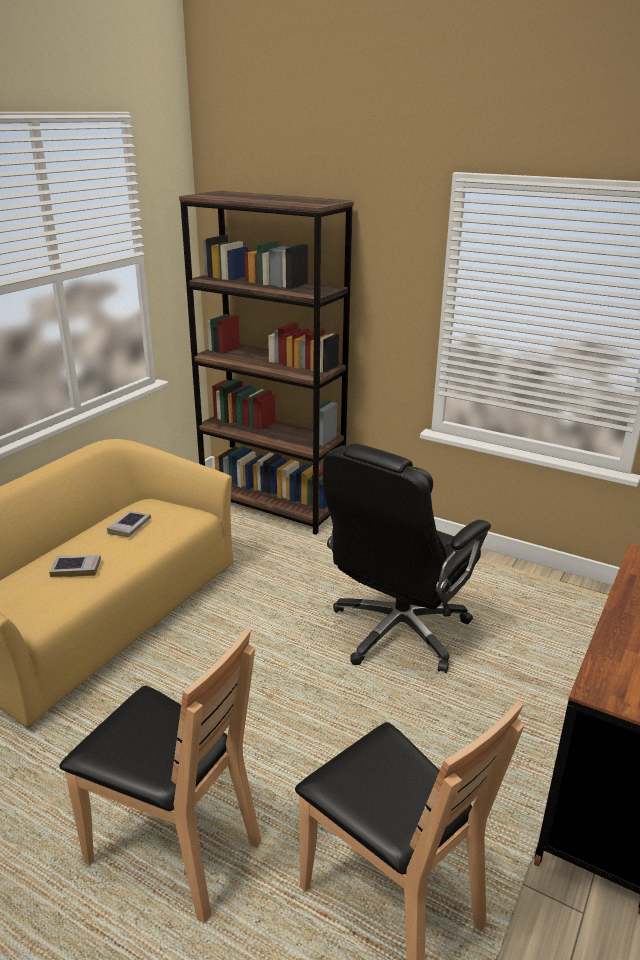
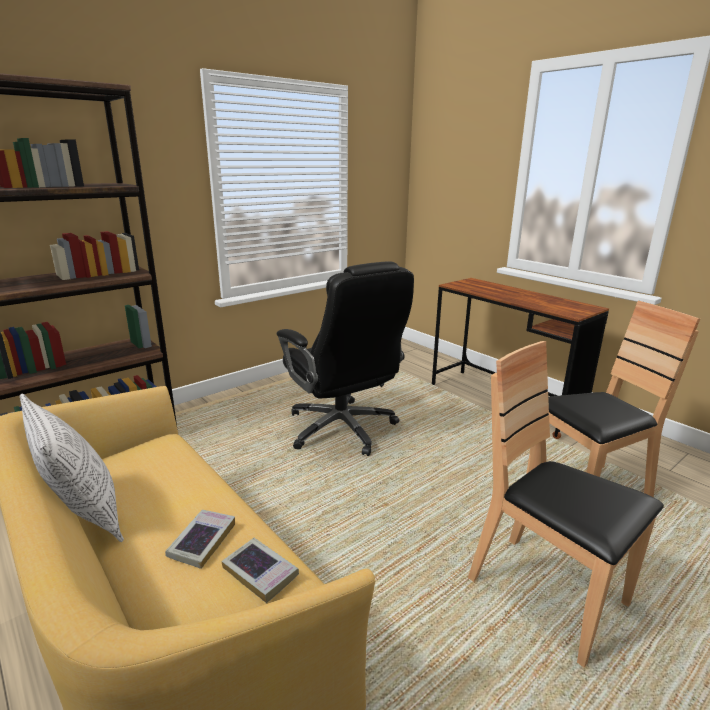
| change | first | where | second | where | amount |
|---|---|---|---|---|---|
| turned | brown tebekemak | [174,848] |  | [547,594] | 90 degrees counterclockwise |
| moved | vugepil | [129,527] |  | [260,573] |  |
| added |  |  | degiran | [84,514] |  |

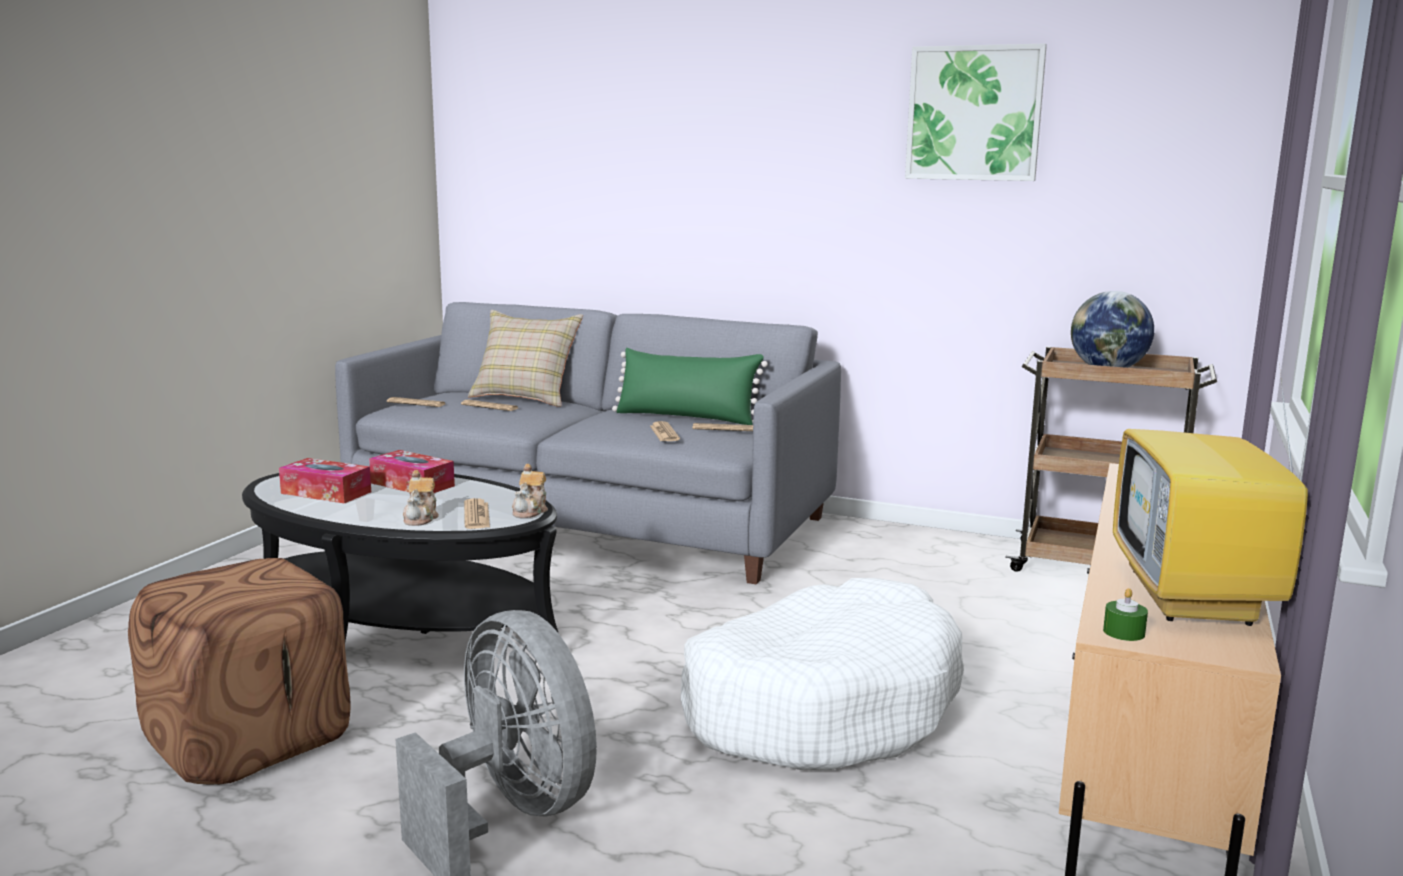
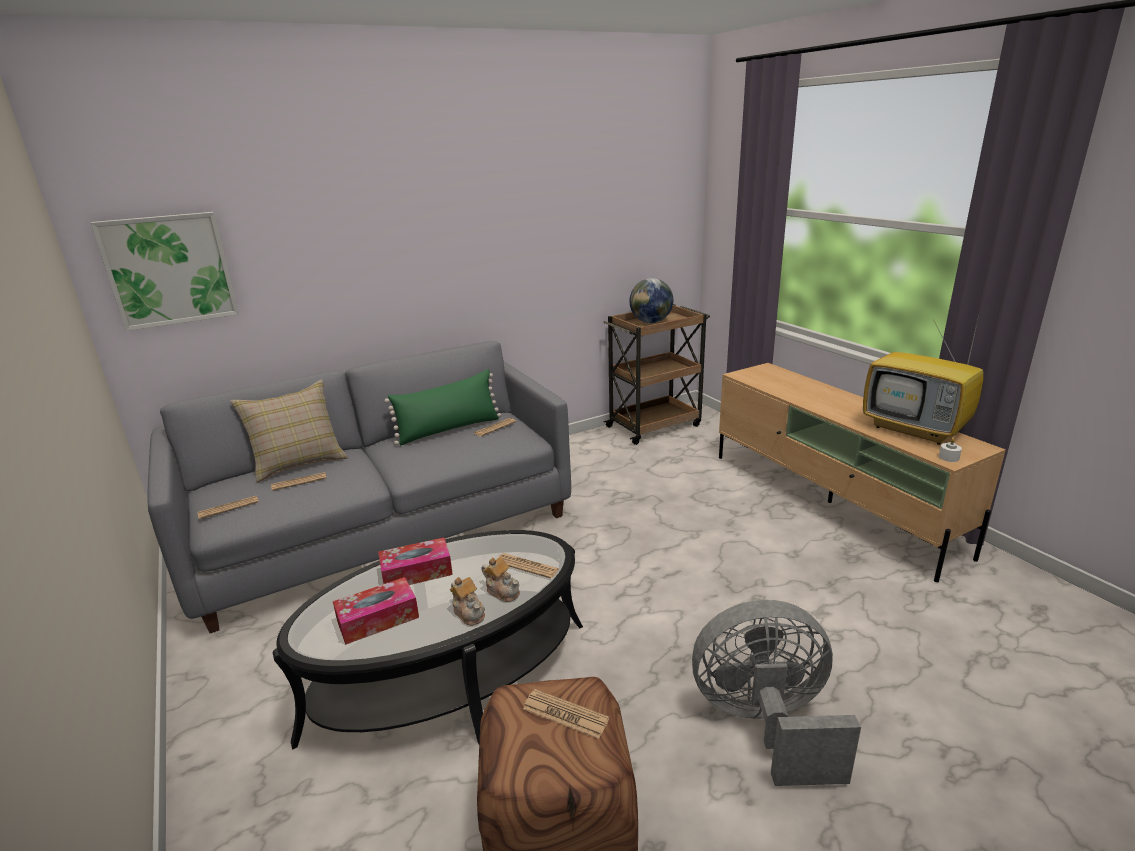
| change | first | where | second | where | amount |
|---|---|---|---|---|---|
| moved | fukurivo | [531,511] |  | [469,612] |  |
| moved | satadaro | [664,433] |  | [565,714] |  |
| removed | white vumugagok | [821,706] |  |  |  |
| moved | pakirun | [974,113] |  | [169,270] |  |
| recoloured | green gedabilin | [1123,632] | white gedabilin | [948,457] |  |

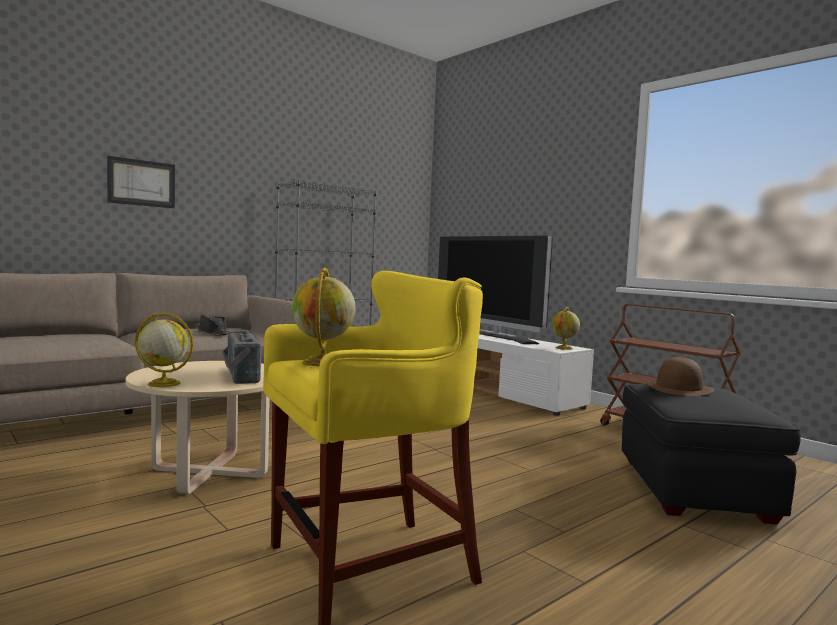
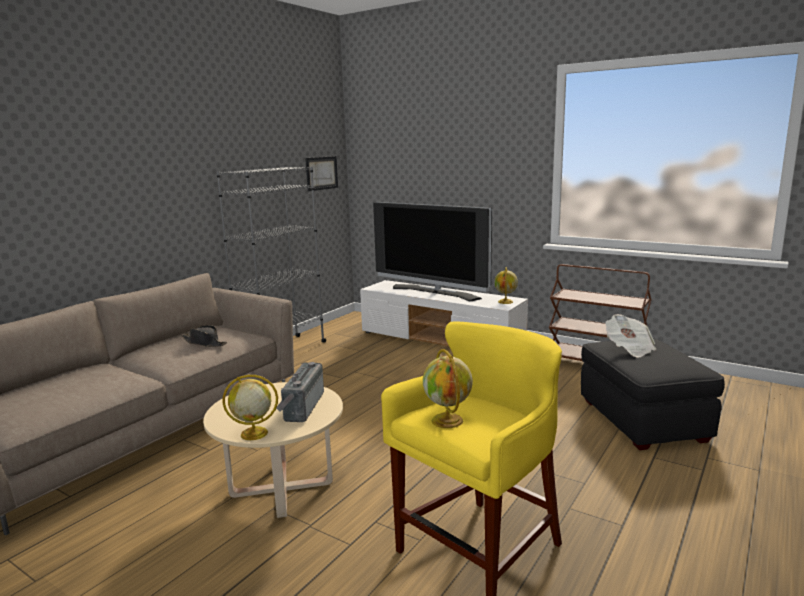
| change | first | where | second | where | amount |
|---|---|---|---|---|---|
| moved | pakirun | [141,183] |  | [321,173] |  |
| turned | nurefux | [238,375] |  | [301,406] | 45 degrees clockwise |
| replaced | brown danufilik | [679,388] | satadaro | [629,348] |  |

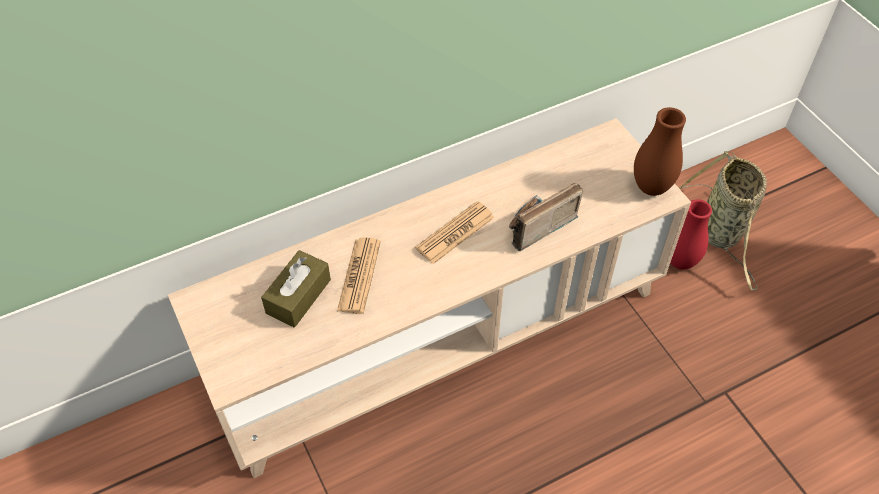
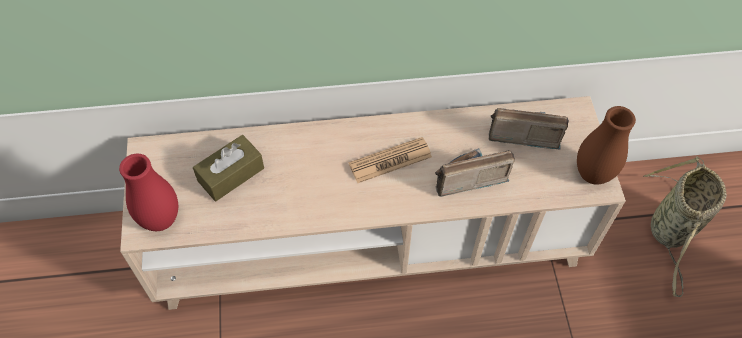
| change | first | where | second | where | amount |
|---|---|---|---|---|---|
| removed | satadaro | [359,276] |  |  |  |
| moved | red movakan | [680,262] |  | [160,220] |  |
| added |  |  | nurefux | [521,133] |  |

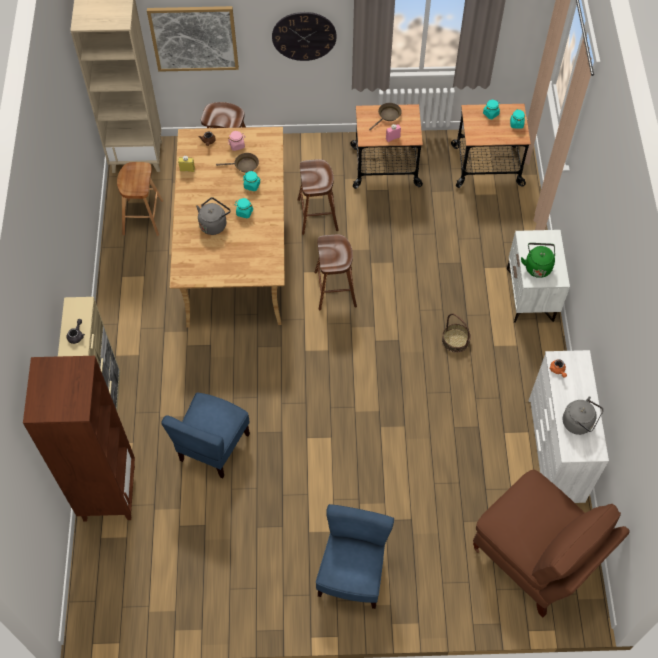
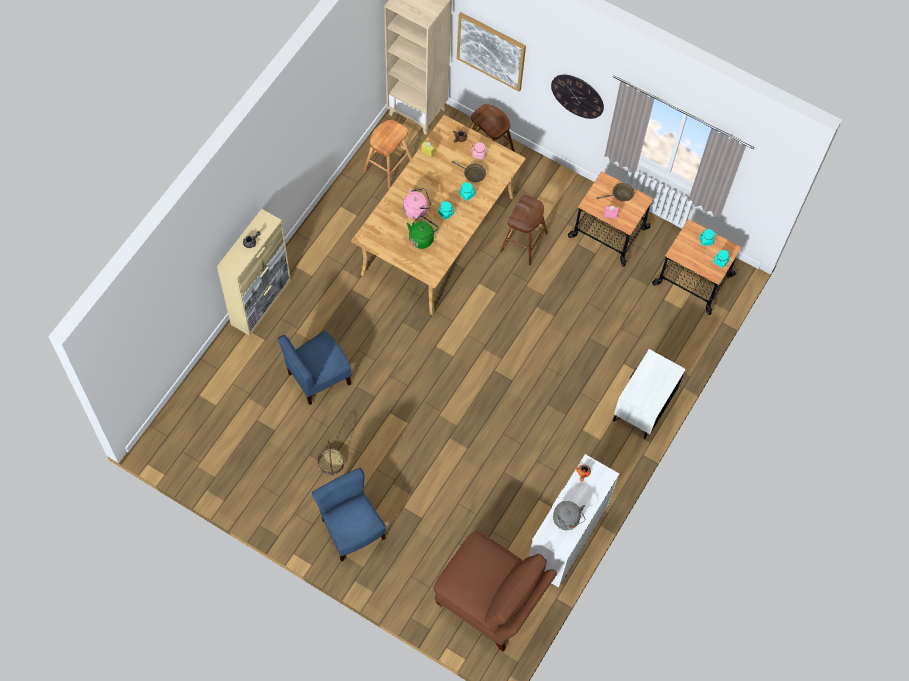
| change | first | where | second | where | amount |
|---|---|---|---|---|---|
| removed | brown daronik | [108,493] |  |  |  |
| recoloured | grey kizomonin | [214,224] | pink kizomonin | [417,209] |  |
| removed | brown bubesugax | [335,289] |  |  |  |
| turned | blue tebekemak | [352,574] |  | [351,530] | 75 degrees counterclockwise |
| moved | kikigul | [455,340] |  | [331,463] |  |
| turned | brown tebekemak | [535,558] |  | [490,602] | 45 degrees counterclockwise |
| moved | green kizomonin | [537,266] |  | [422,238] |  |

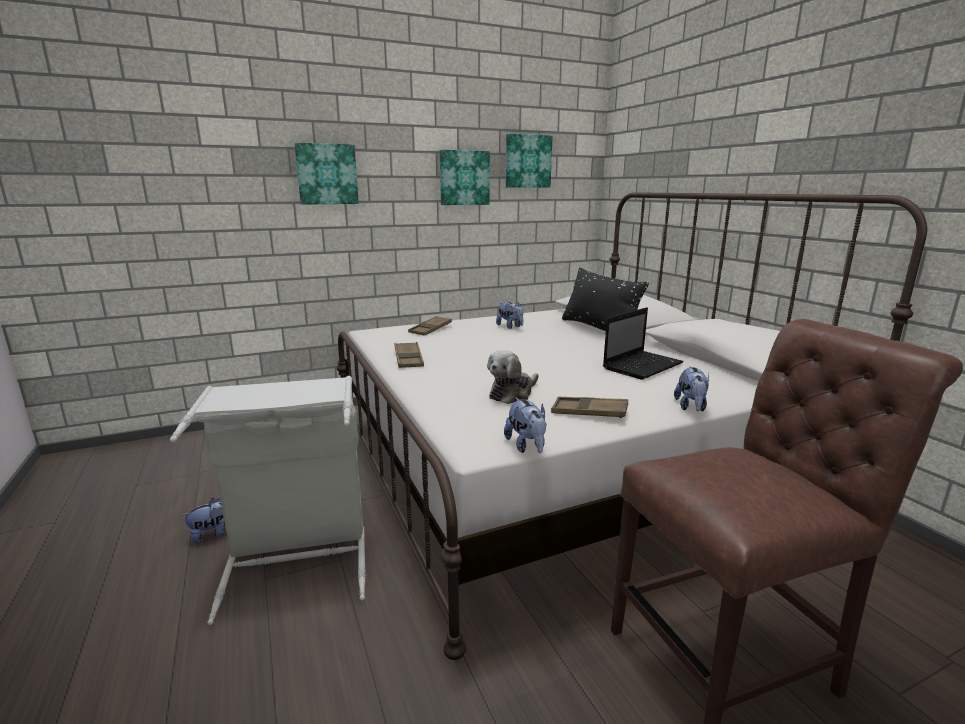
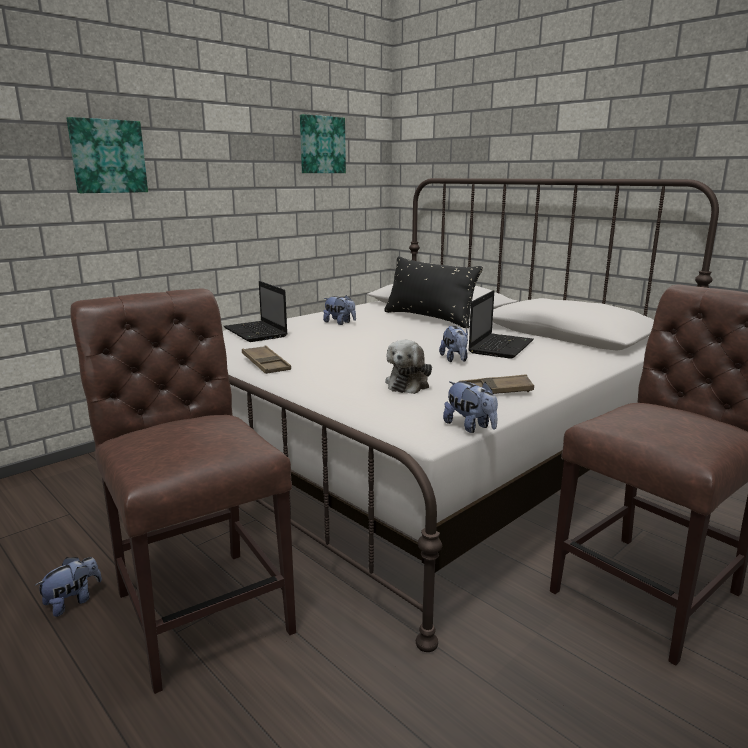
| change | first | where | second | where | amount |
|---|---|---|---|---|---|
| replaced | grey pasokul | [297,560] | brown tebekemak | [201,605] |  |
| replaced | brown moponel | [430,329] | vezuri | [256,333] |  |
| removed | pakirun | [464,178] |  |  |  |
| moved | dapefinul | [691,407] |  | [455,359] |  |

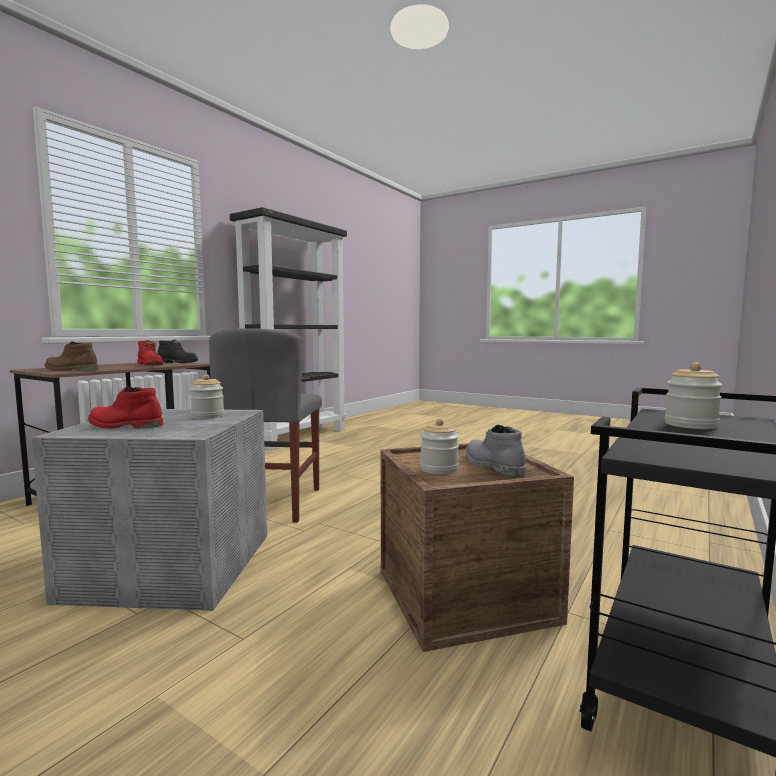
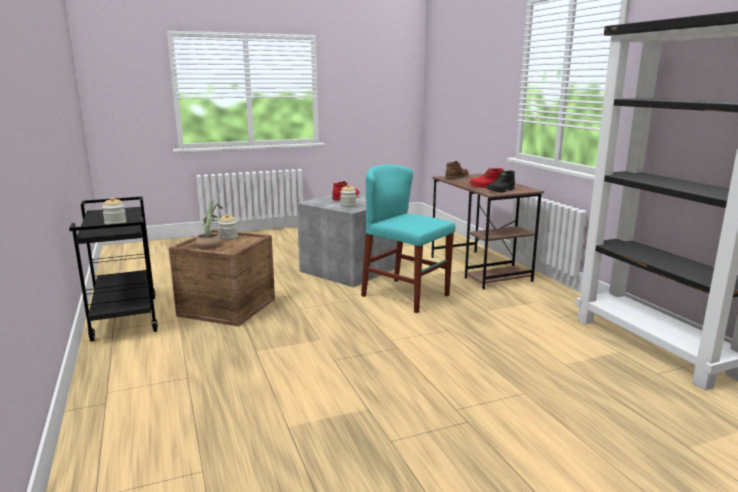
| change | first | where | second | where | amount |
|---|---|---|---|---|---|
| recoloured | grey tebekemak | [271,503] | turquoise tebekemak | [405,295] |  |
| replaced | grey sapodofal | [492,466] | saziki | [211,245] |  |

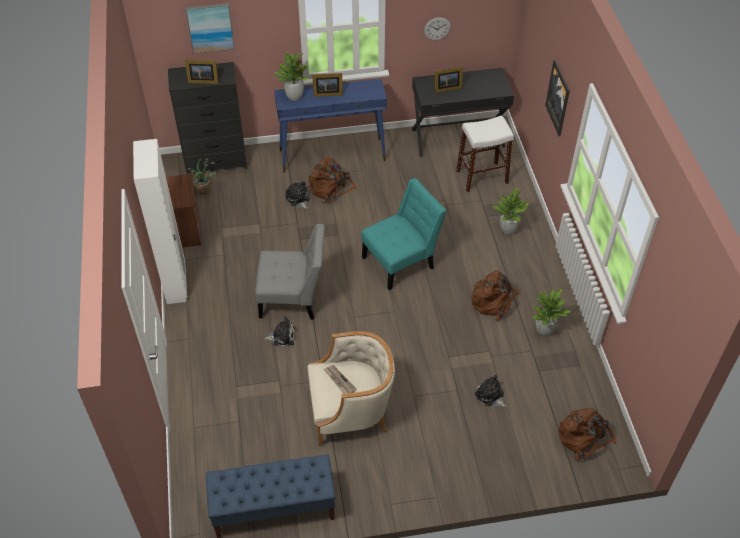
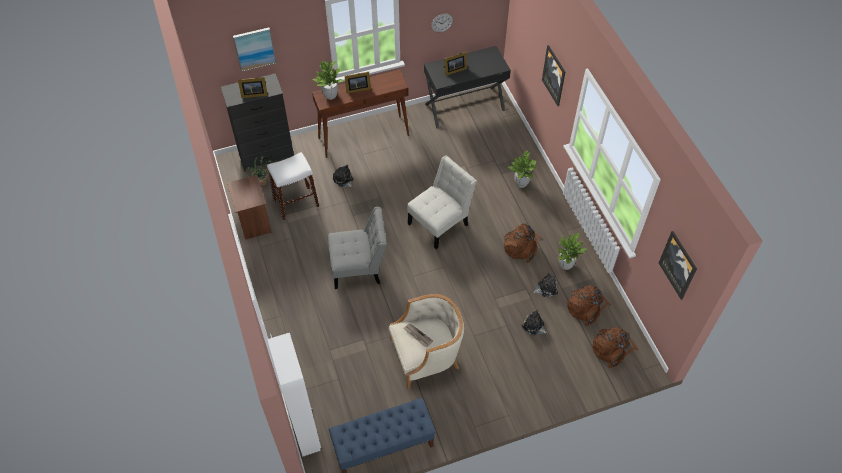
| change | first | where | second | where | amount |
|---|---|---|---|---|---|
| moved | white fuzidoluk | [176,284] |  | [306,432] |  |
| moved | dapefinul | [282,336] |  | [546,288] |  |
| recoloured | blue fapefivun | [333,155] | brown fapefivun | [364,136] |  |
| moved | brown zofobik | [331,189] |  | [586,307] |  |
| recoloured | turquoise tebekemak | [401,261] | white tebekemak | [440,222] |  |
| moved | white bubesugax | [482,177] |  | [296,203] |  |
| added |  |  | pakirun | [678,265] |  |

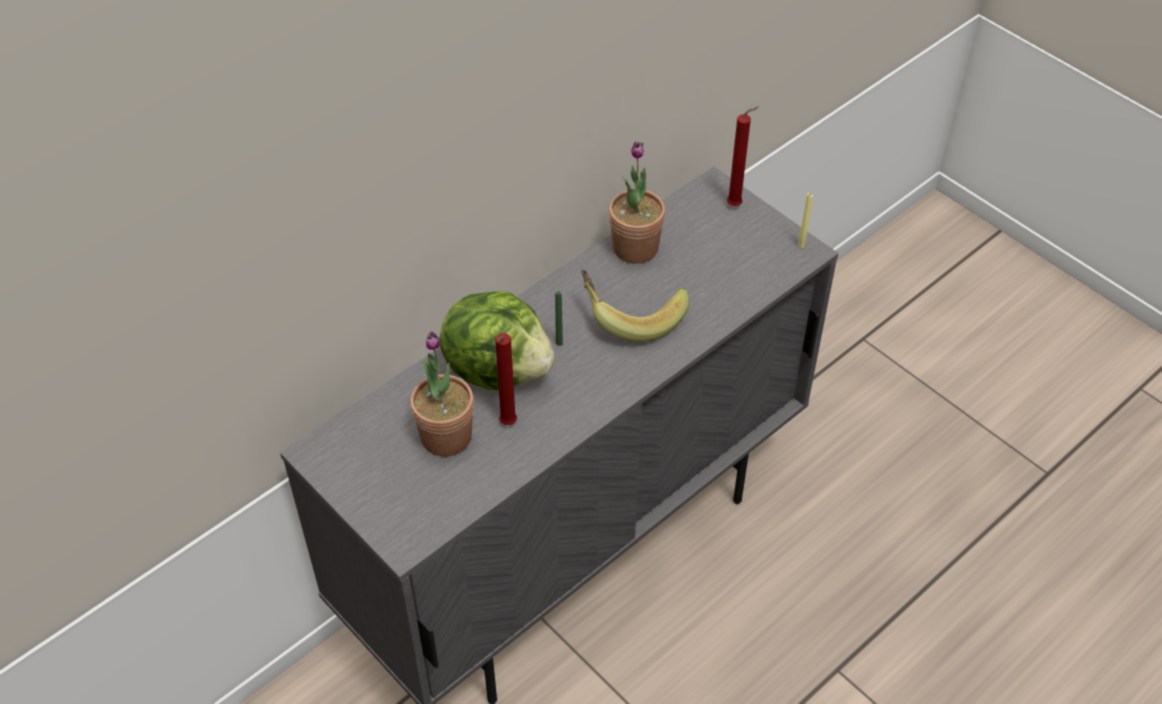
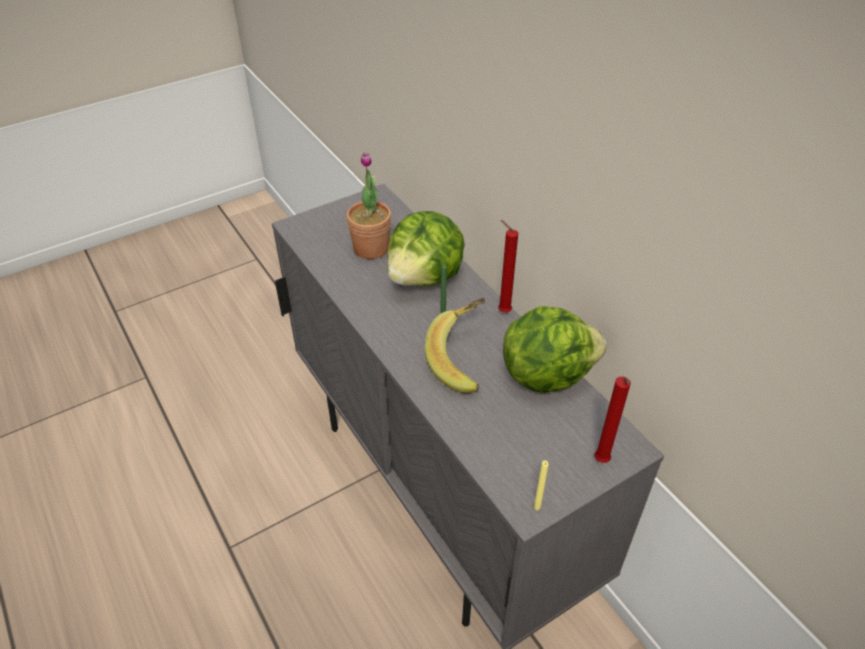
| change | first | where | second | where | amount |
|---|---|---|---|---|---|
| moved | red gedabilin | [507,425] |  | [502,311] |  |
| replaced | saziki | [635,248] | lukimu | [546,373] |  |

